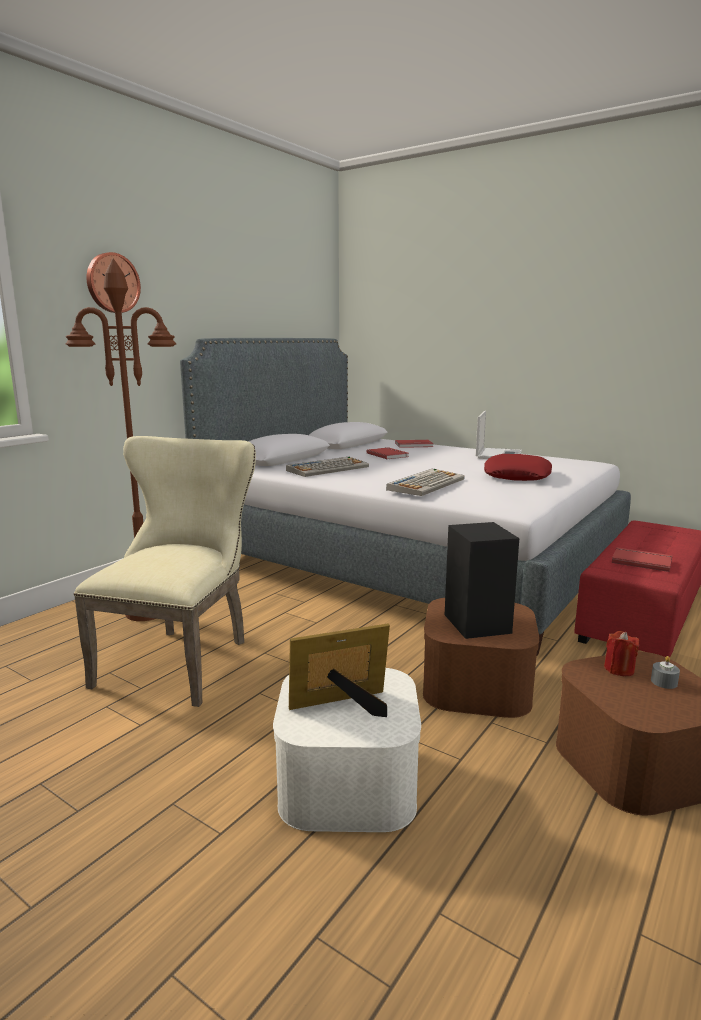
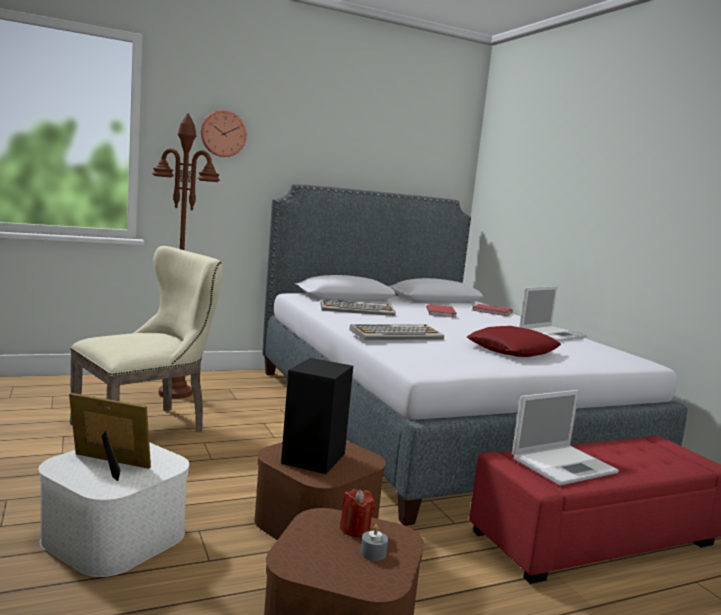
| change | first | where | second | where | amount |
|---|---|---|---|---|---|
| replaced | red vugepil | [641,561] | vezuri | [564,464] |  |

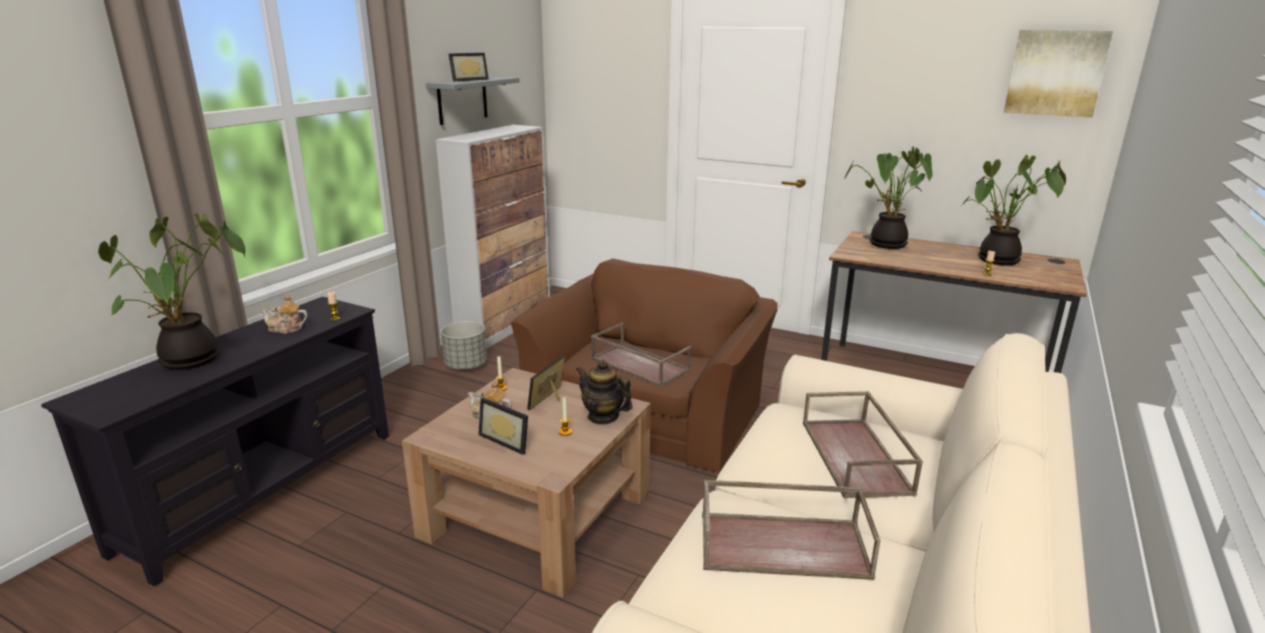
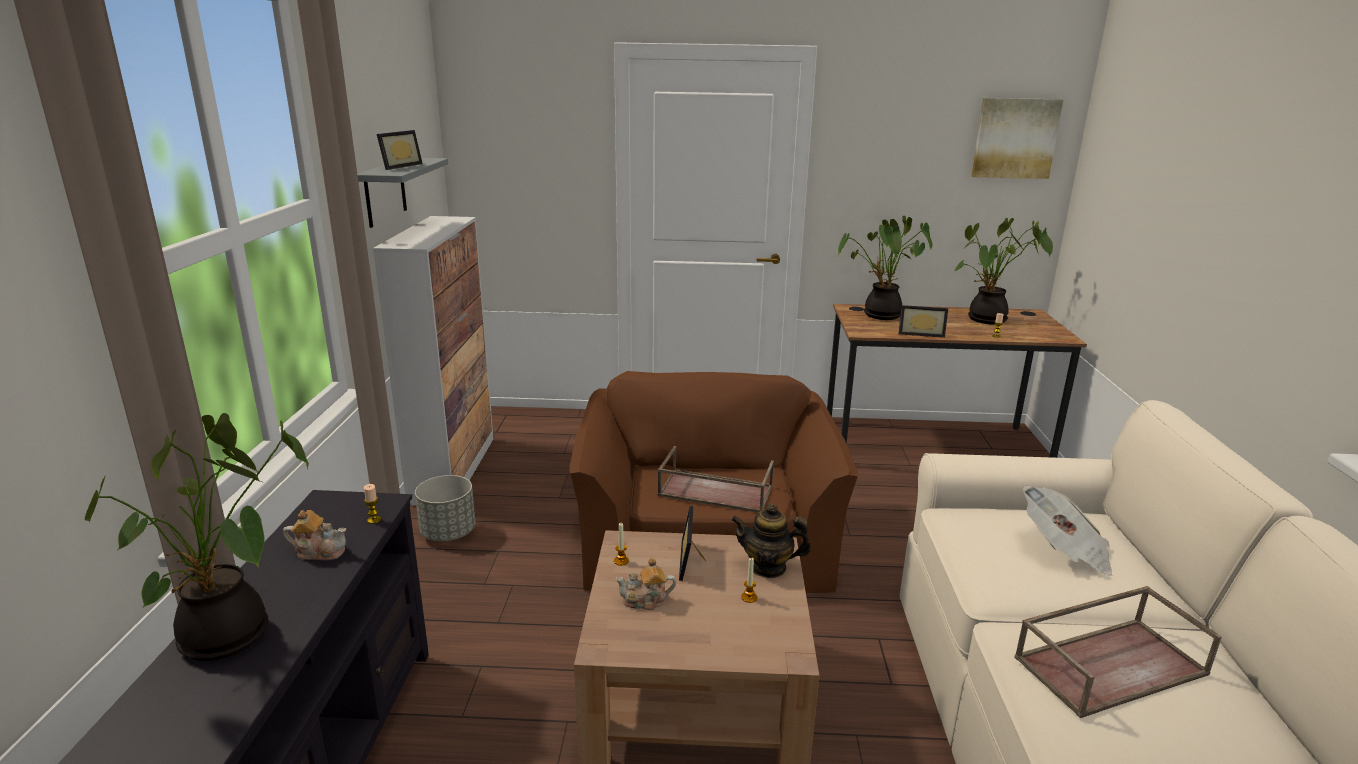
| change | first | where | second | where | amount |
|---|---|---|---|---|---|
| turned | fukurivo | [286,329] |  | [320,551] | 150 degrees counterclockwise |
| moved | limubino | [508,440] |  | [920,333] |  |
| replaced | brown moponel | [857,457] | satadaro | [1064,551] |  |

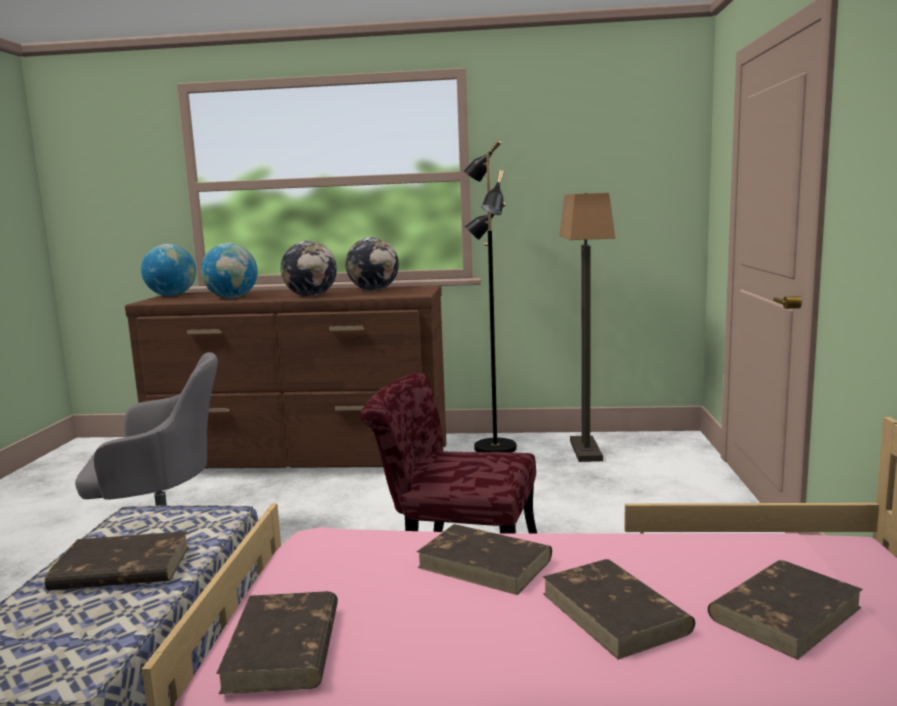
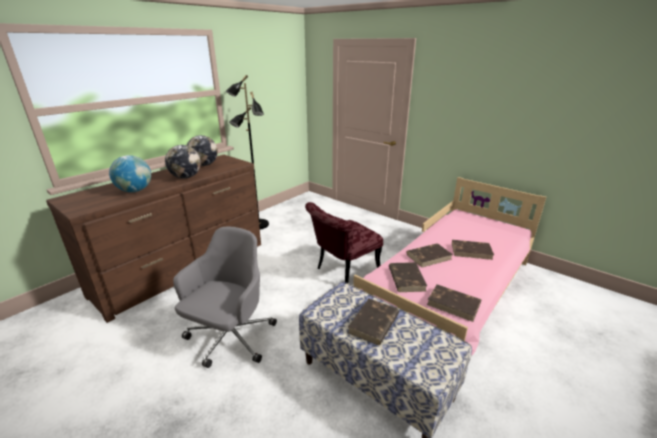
| change | first | where | second | where | amount |
|---|---|---|---|---|---|
| removed | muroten | [171,295] |  |  |  |
| removed | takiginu | [586,451] |  |  |  |
| moved | brown vugepil | [785,612] |  | [406,279] |  |

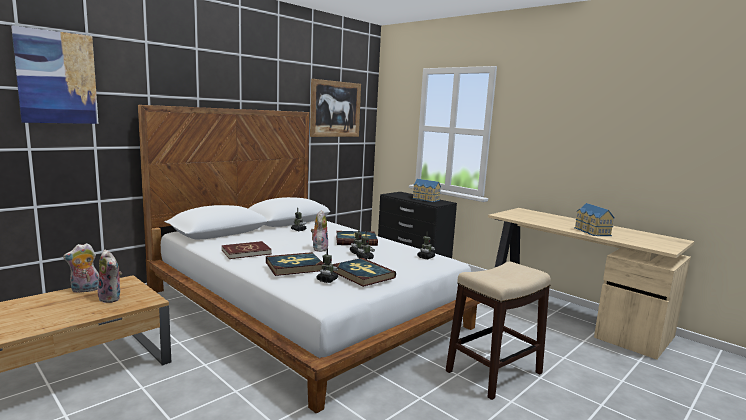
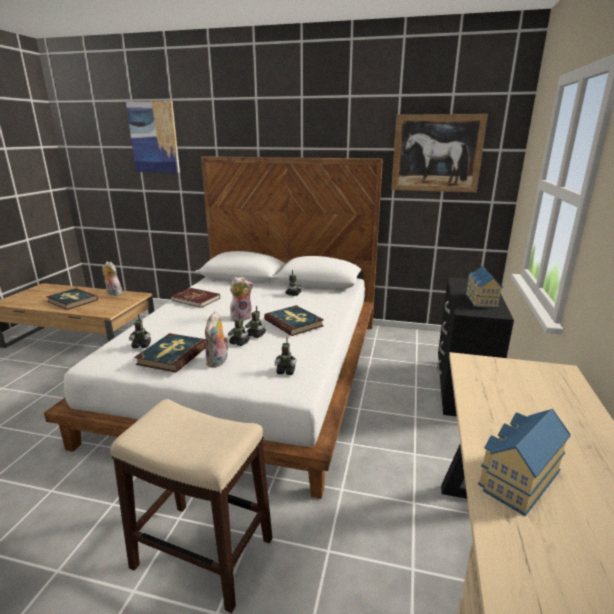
| change | first | where | second | where | amount |
|---|---|---|---|---|---|
| moved | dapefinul | [112,298] |  | [218,362] |  |
| moved | vugepil | [294,266] |  | [72,301] |  |

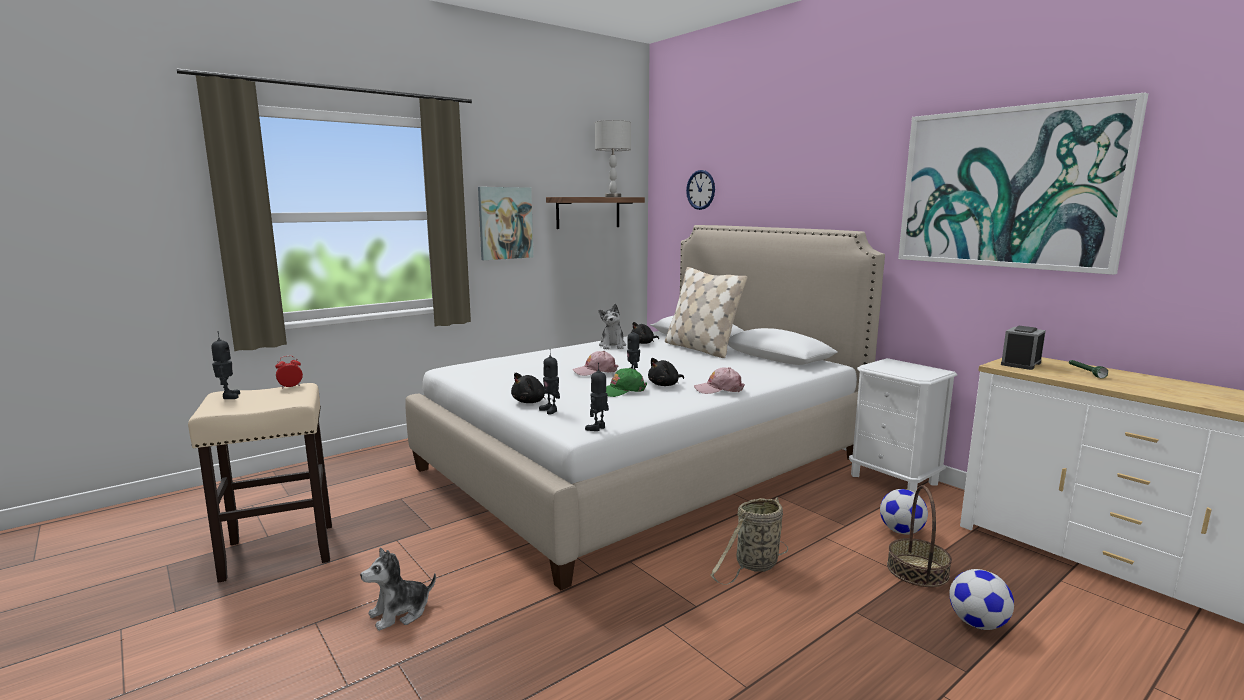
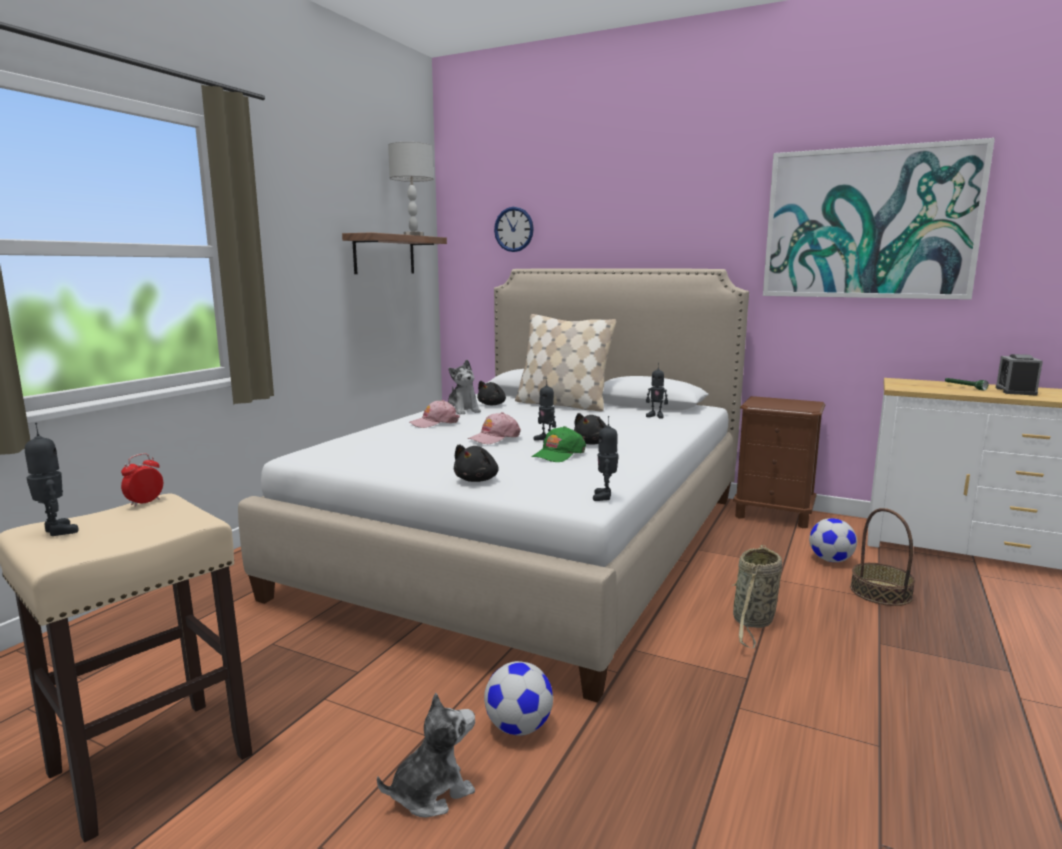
| change | first | where | second | where | amount |
|---|---|---|---|---|---|
| turned | dapefinul | [400,613] |  | [431,792] | 150 degrees counterclockwise |
| removed | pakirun | [505,223] |  |  |  |
| moved | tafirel | [550,410] |  | [656,416] |  |
| moved | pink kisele | [719,389] |  | [434,423] |  |
| recoloured | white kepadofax | [894,479] | brown kepadofax | [774,514] |  |
| moved | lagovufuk | [977,623] |  | [519,727] |  |
| moved | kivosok | [1020,364] |  | [1015,391] |  |

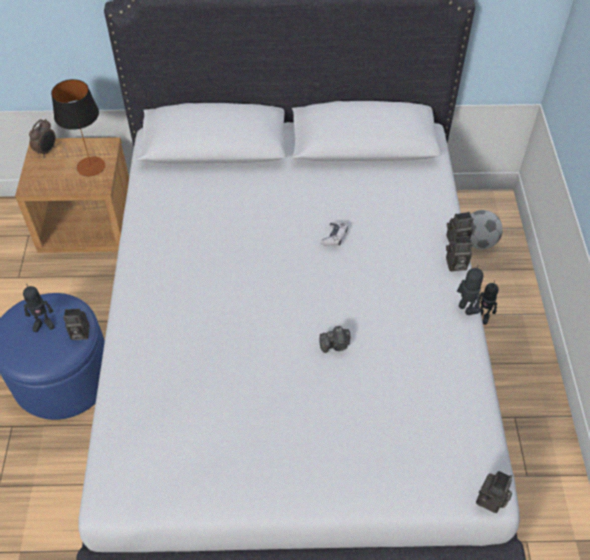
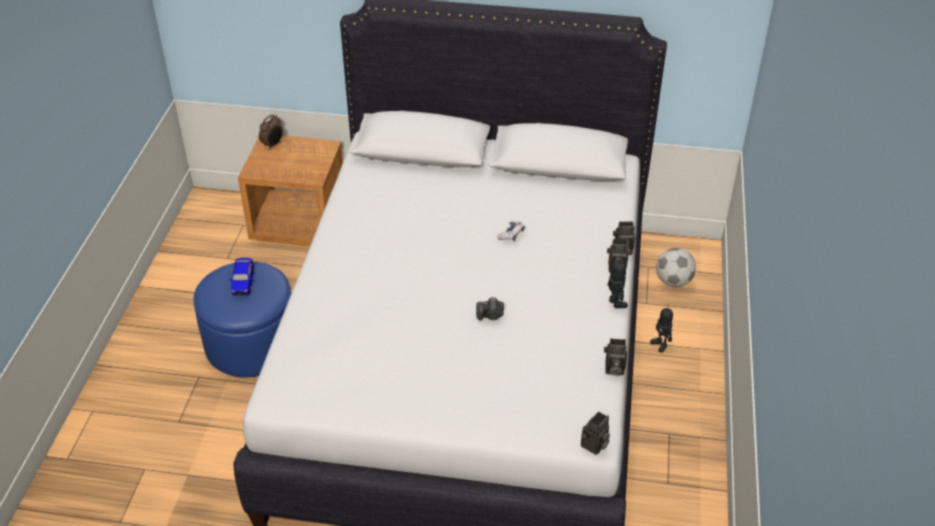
| change | first | where | second | where | amount |
|---|---|---|---|---|---|
| replaced | tafirel | [43,323] | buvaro | [243,283] |  |
| removed | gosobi | [91,166] |  |  |  |
| moved | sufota | [79,334] |  | [613,369] |  |

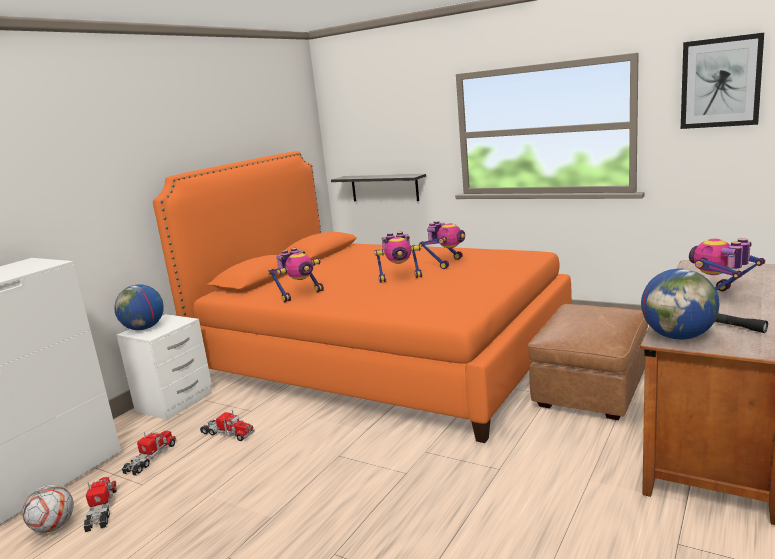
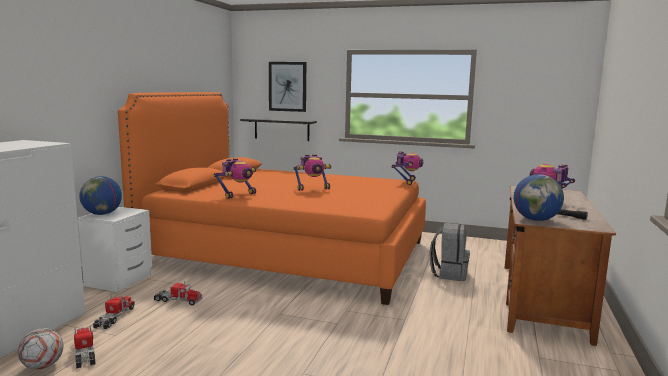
| change | first | where | second | where | amount |
|---|---|---|---|---|---|
| moved | tafirel | [446,263] |  | [406,182] |  |
| replaced | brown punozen | [590,389] | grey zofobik | [449,274] |  |
| moved | pakirun | [720,82] |  | [287,86] |  |

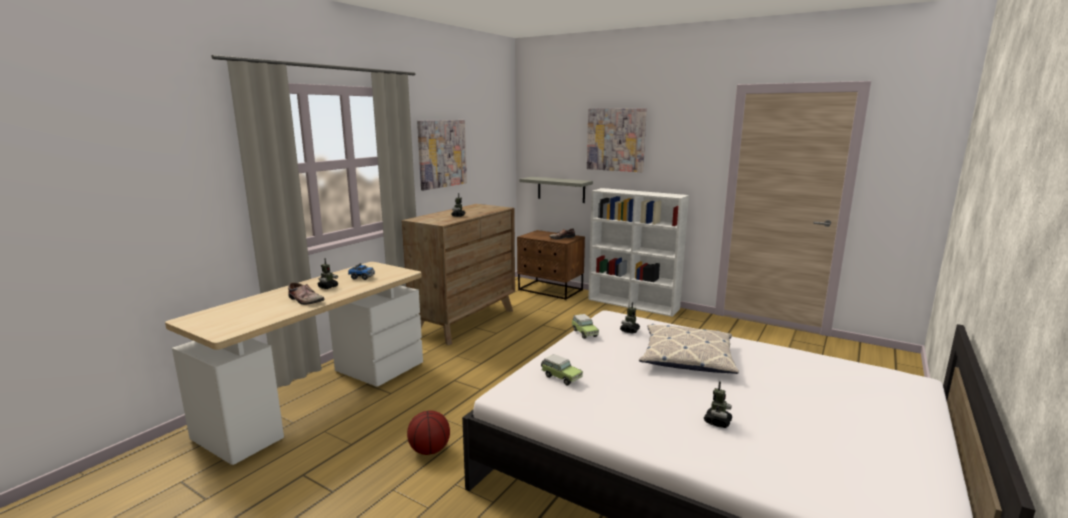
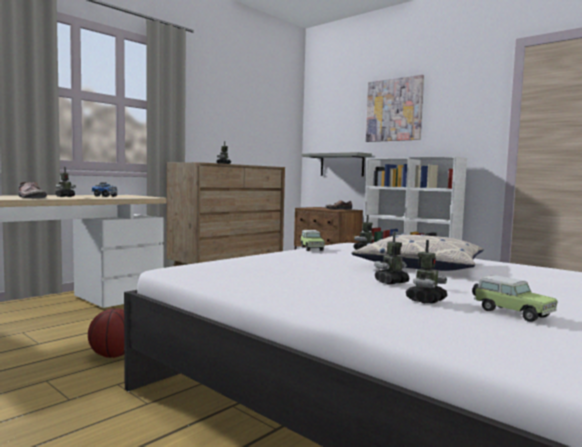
| change | first | where | second | where | amount |
|---|---|---|---|---|---|
| removed | pakirun | [442,153] |  |  |  |
| moved | buvaro | [560,377] |  | [510,313] |  |
| added |  |  | tafirel | [391,282] |  |

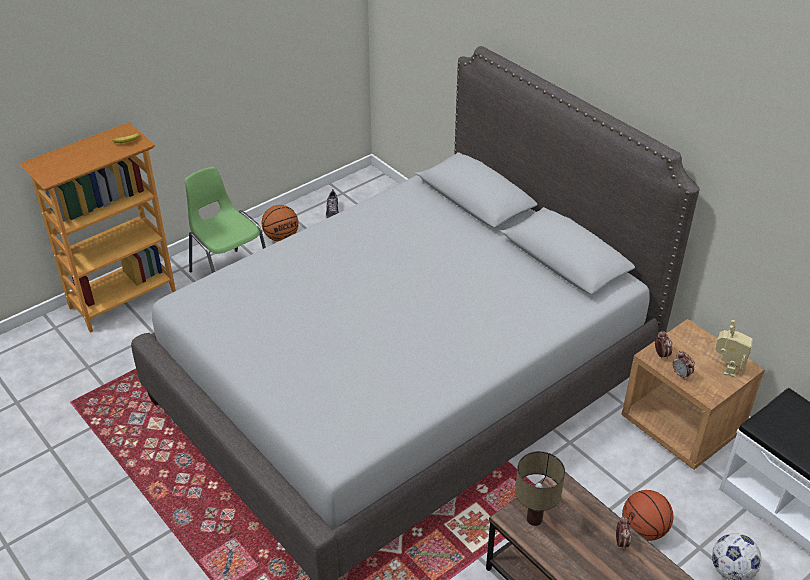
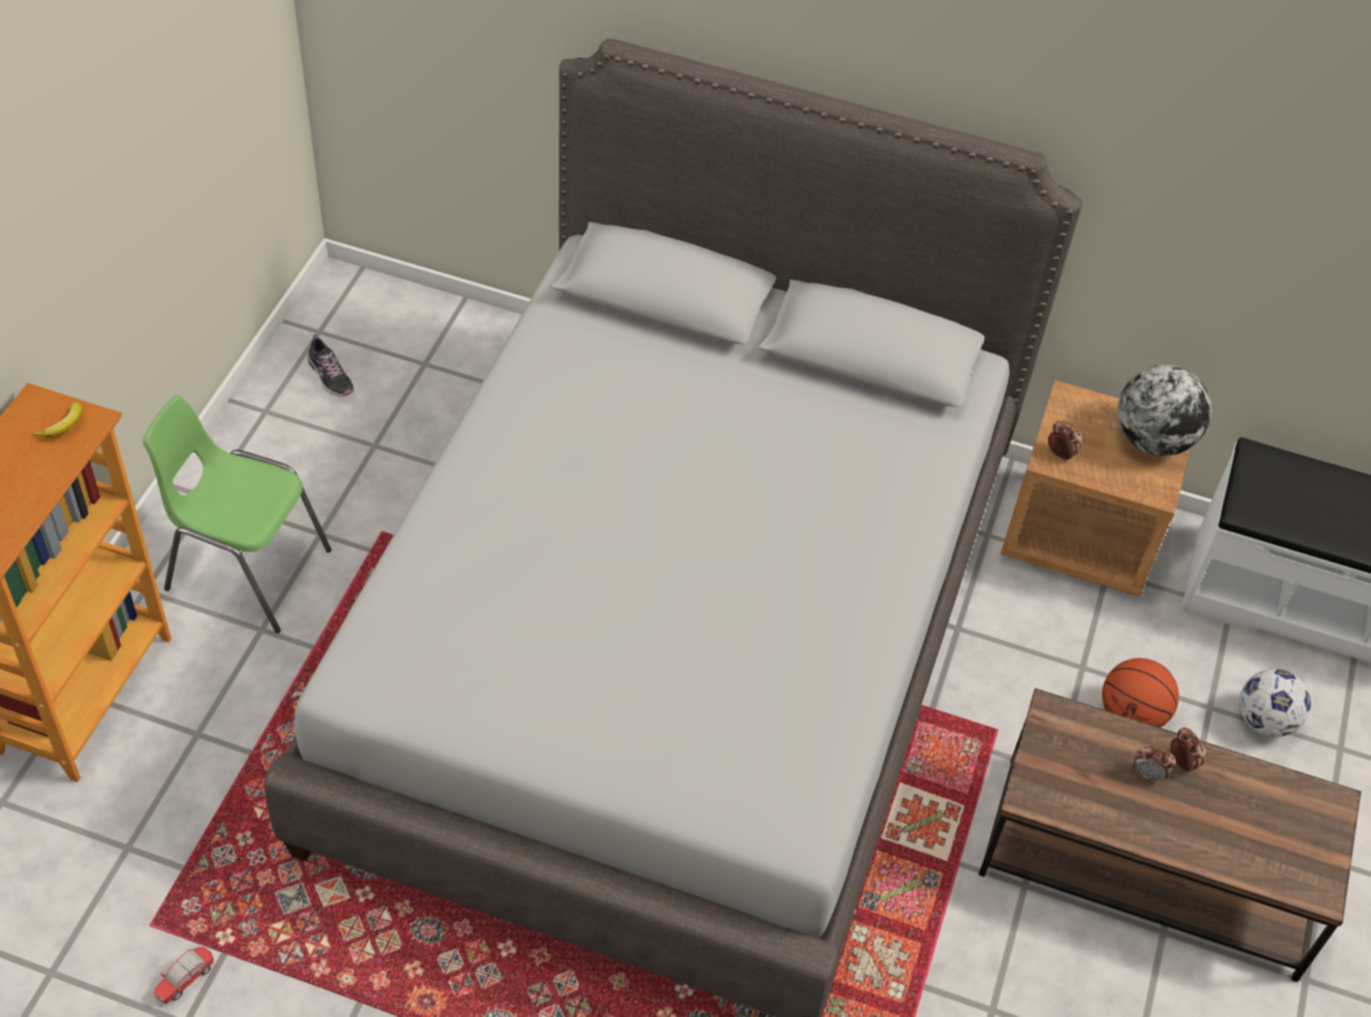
| change | first | where | second | where | amount |
|---|---|---|---|---|---|
| removed | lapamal | [281,237] |  |  |  |
| removed | gosobi | [534,518] |  |  |  |
| moved | kivosok | [681,374] |  | [1147,775] |  |
| replaced | tafirel | [726,368] | muroten | [1152,440] |  |
| added |  |  | buvaro | [186,980] |  |

